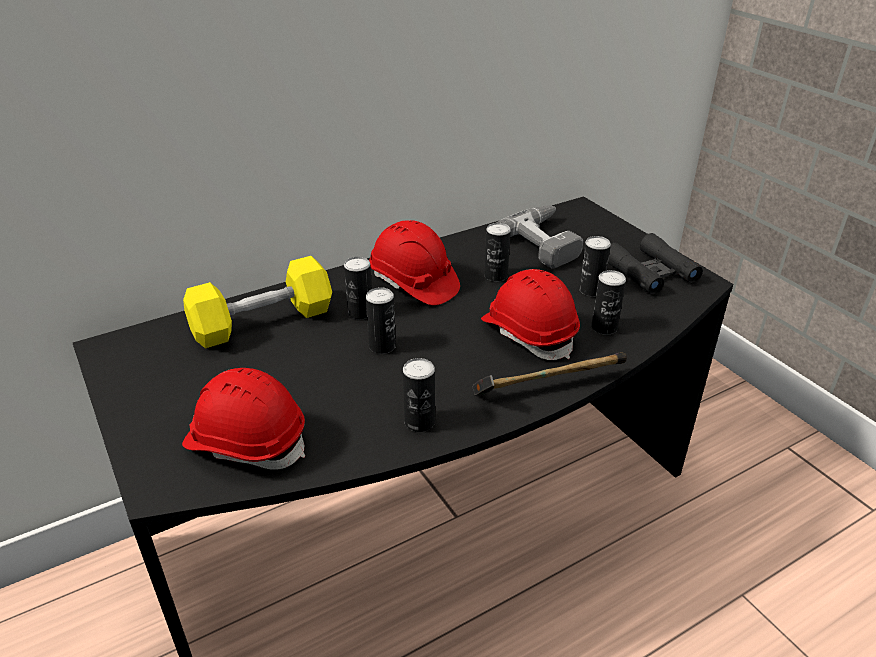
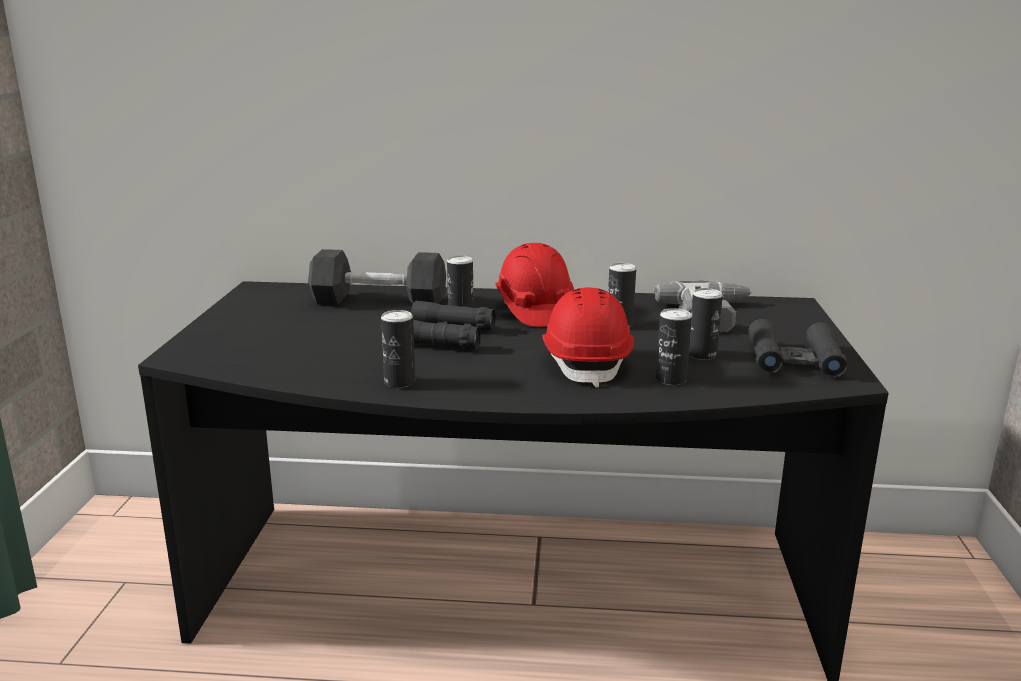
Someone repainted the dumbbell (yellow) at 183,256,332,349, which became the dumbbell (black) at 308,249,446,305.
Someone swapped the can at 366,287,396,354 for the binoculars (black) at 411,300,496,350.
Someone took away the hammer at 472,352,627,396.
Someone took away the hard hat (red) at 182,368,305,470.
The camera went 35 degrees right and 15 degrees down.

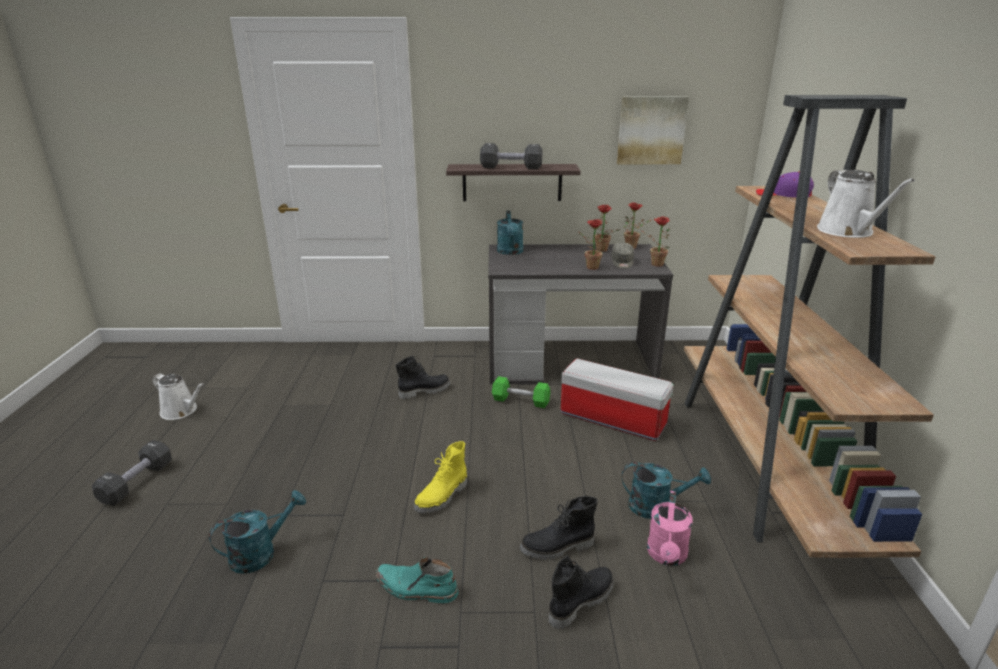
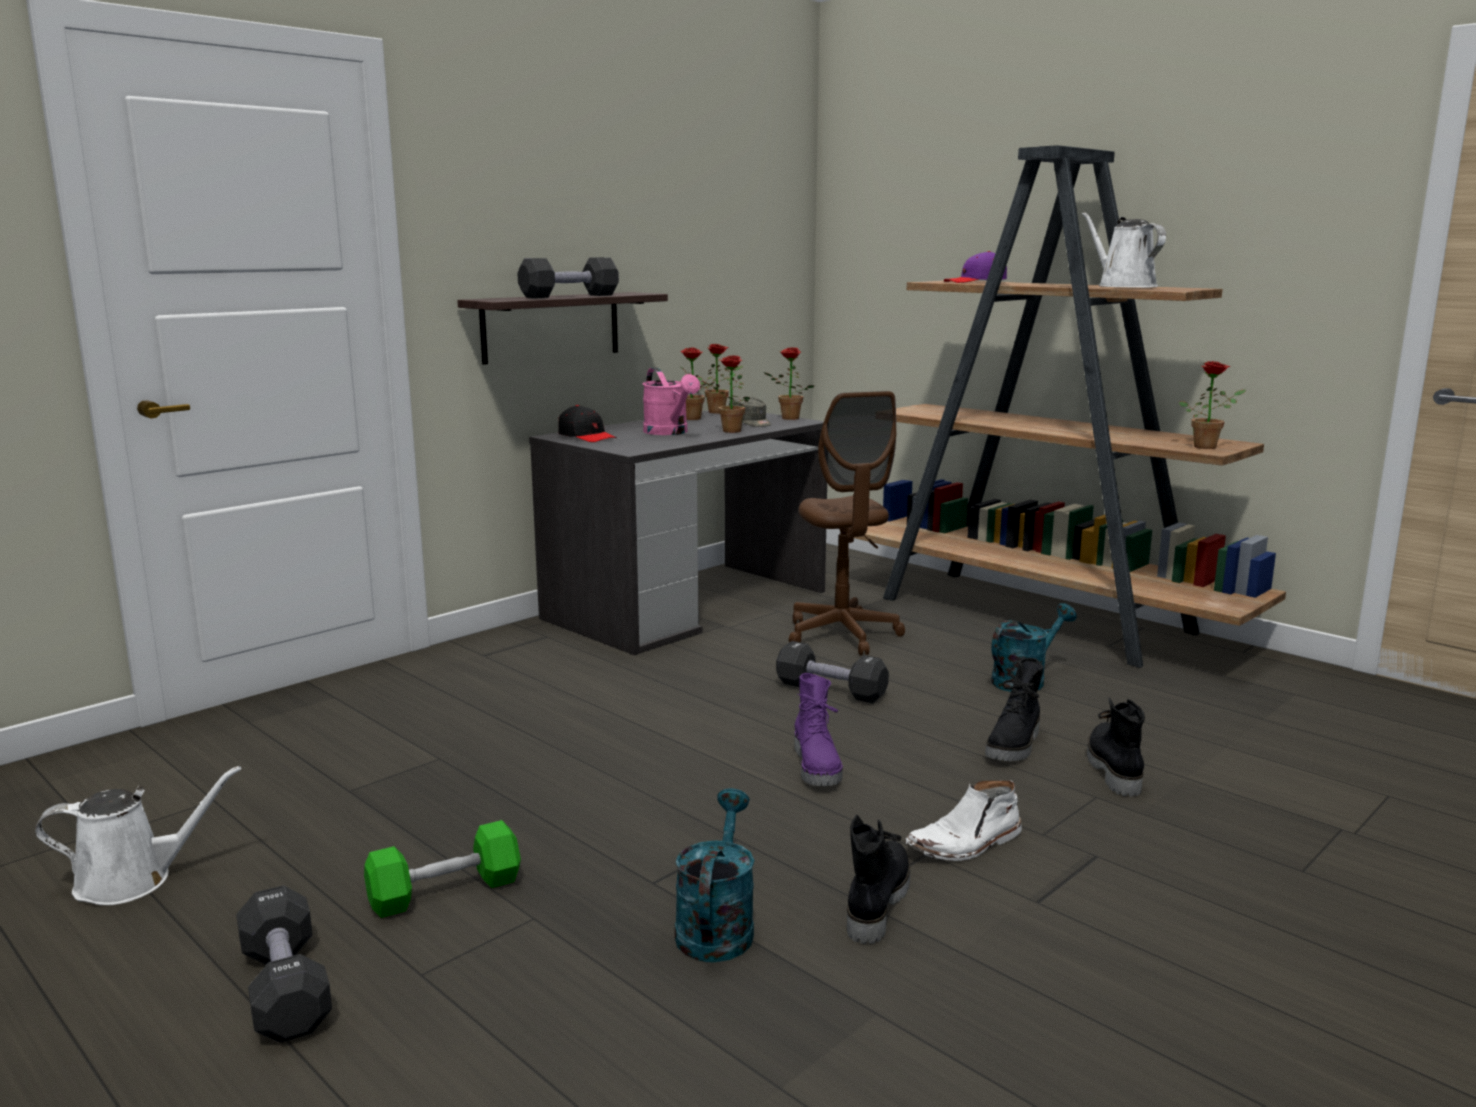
Someone took away the picture at 617,96,689,164.
Someone rotated the watering can (white) at 817,170,915,238 by 150 degrees counterclockwise.
Someone swapped the watering can (turquoise) at 497,211,524,255 for the cap (black) at 558,405,617,442.
Someone carried the boot (black) from 396,356,450,399 to 847,815,910,944.
Someone swapped the storage box at 560,358,674,441 for the office chair (brown) at 789,391,905,656.
Someone carried the dumbbell (green) from 492,376,550,408 to 364,820,521,918.
Someone repainted the boot (yellow) at 414,441,467,513, which became the boot (purple) at 794,673,843,786.
Someone carried the watering can (pink) from 647,491,693,566 to 643,368,700,435.
Someone repainted the boot (turquoise) at 375,557,459,603, which became the boot (white) at 905,780,1022,861.
Someone put down the potted plant at 1179,361,1246,449.
Someone put down the dumbbell (black) at 776,641,889,703.
The camera went 45 degrees left and 10 degrees down.

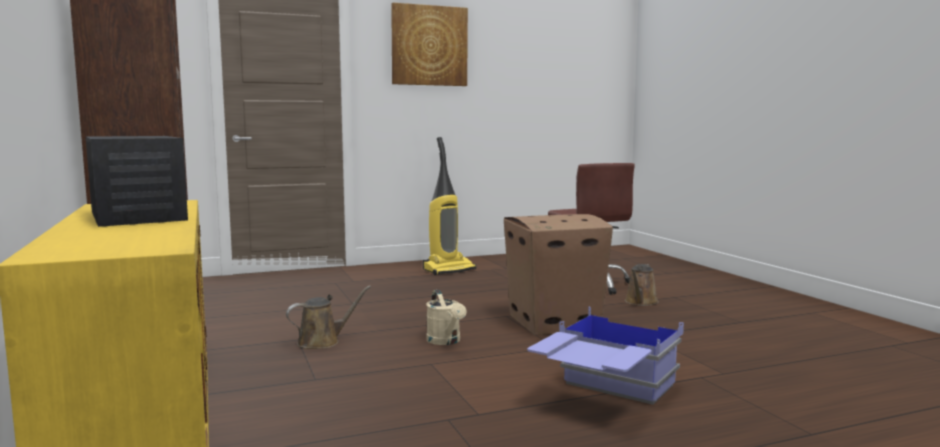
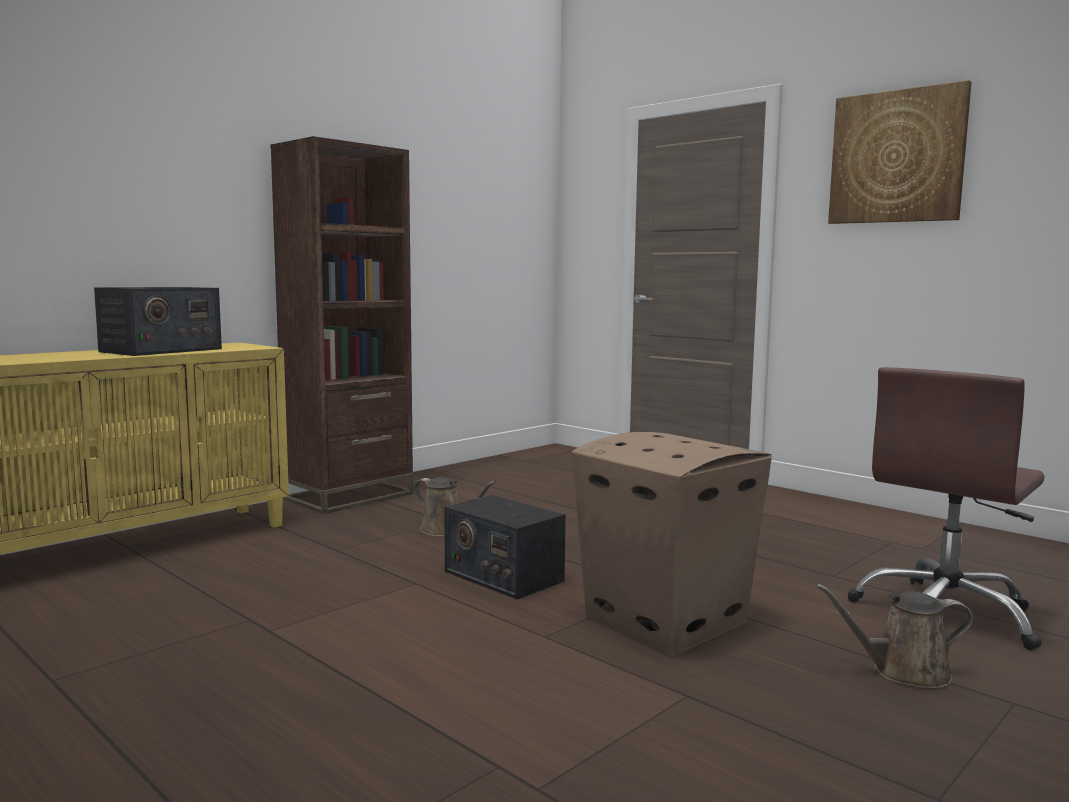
Someone took away the vacuum cleaner at 423,137,476,275.
Someone swapped the watering can (beige) at 426,290,466,345 for the radio at 444,495,566,599.
Someone took away the storage box (blue) at 527,307,684,405.
The camera went 65 degrees right and 0 degrees up.

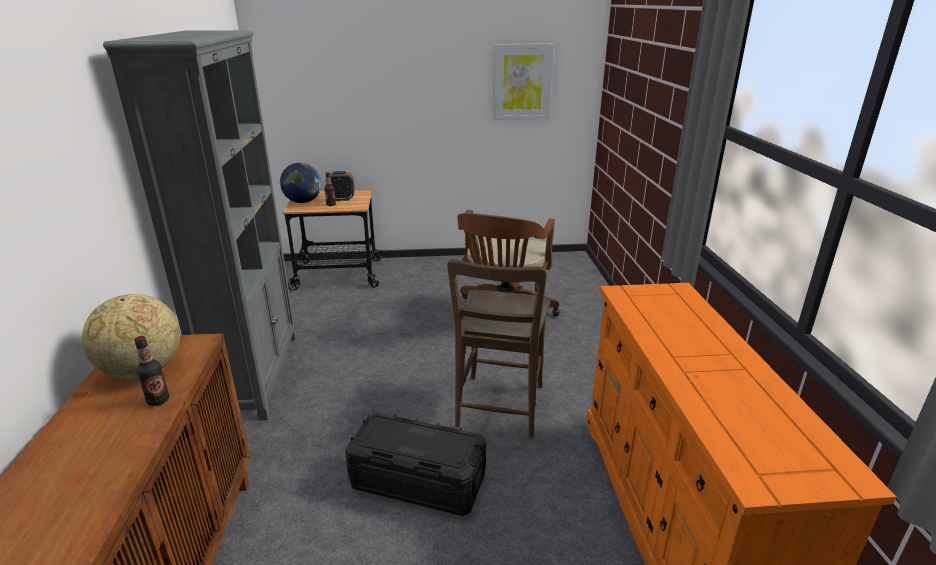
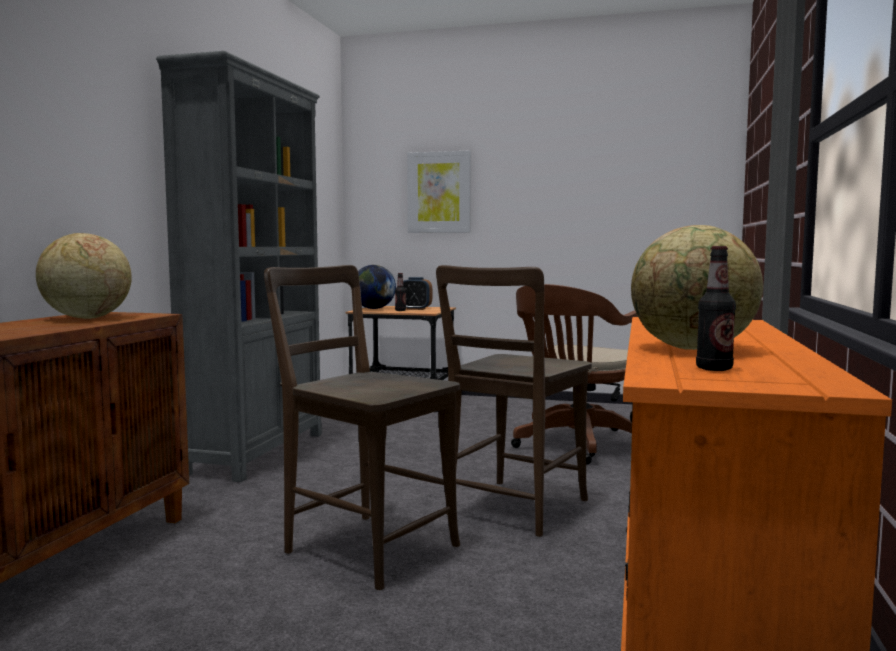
Someone carried the picture from 493,44,554,120 to 407,151,471,233.
Someone carried the bottle from 134,336,169,406 to 696,246,736,371.
Someone swapped the storage box (black) at 345,413,486,516 for the chair (brown) at 264,265,460,590.
Someone put down the globe at 631,225,763,350.
The camera went 20 degrees right and 20 degrees down.

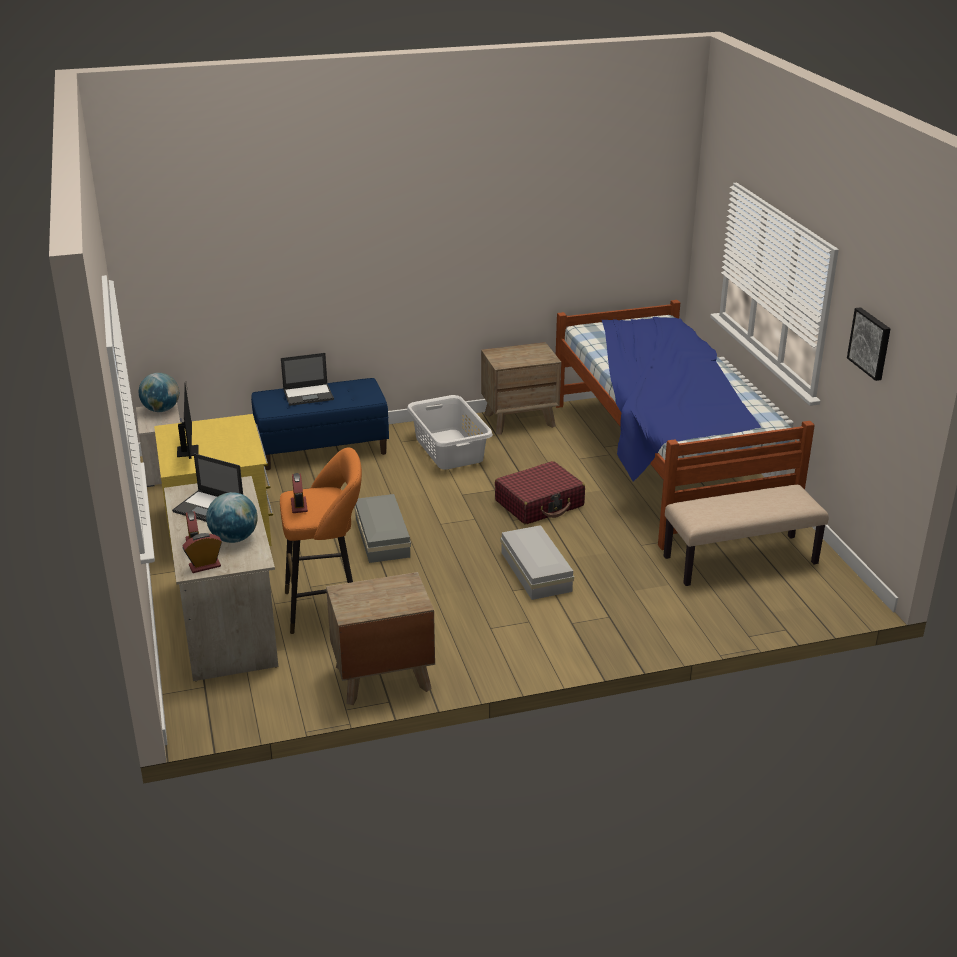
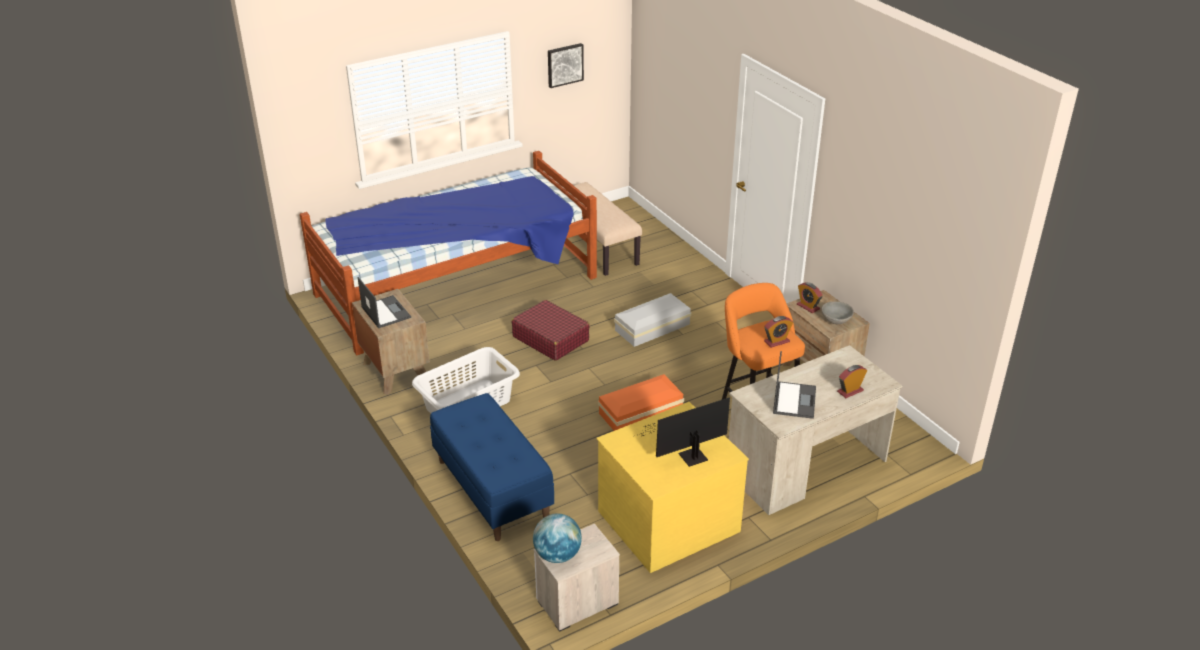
Someone carried the laptop from 281,353,334,406 to 358,277,411,328.
Someone took away the globe at 206,492,258,543.
Someone repainted the storage box (grey) at 354,494,411,563, which became the storage box (orange) at 598,374,684,431.
Someone carried the alarm clock from 183,533,222,573 to 797,282,823,313.
Someone put down the bowl (grey) at 822,301,854,324.
The camera went 105 degrees left and 5 degrees up.

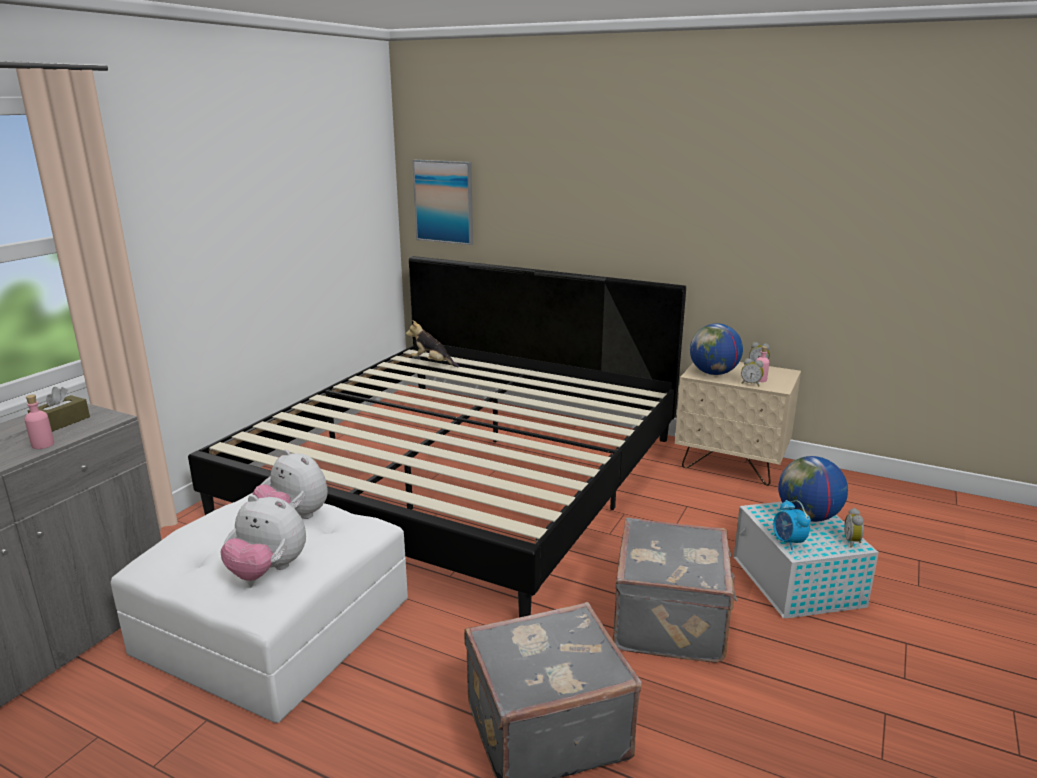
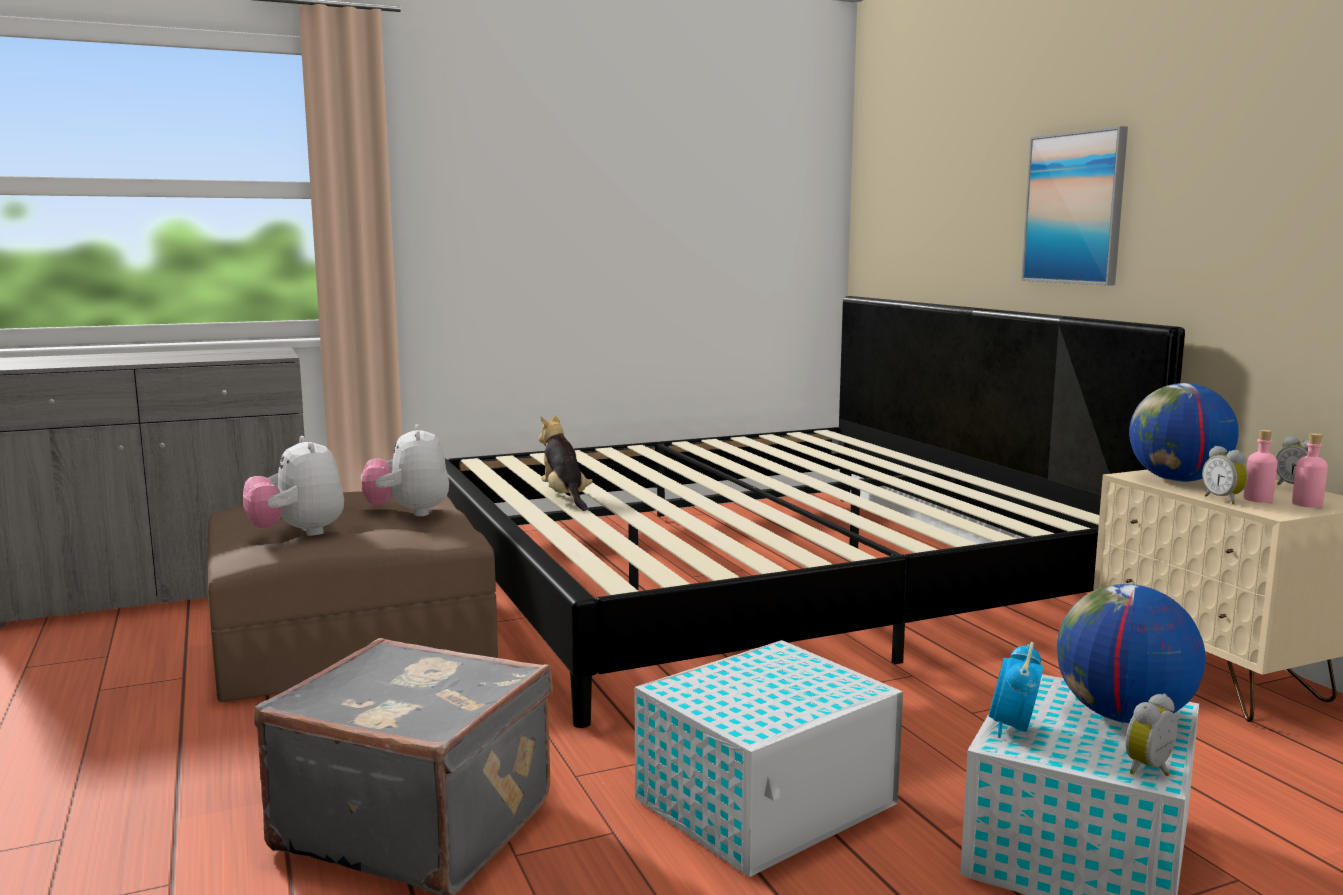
Someone carried the picture from 412,160,473,245 to 1021,126,1128,286.
Someone carried the plush toy from 406,320,459,367 to 538,415,593,511.
Someone took away the tissue box (brown) at 28,387,90,432.
Someone carried the bottle (pink) from 25,395,54,449 to 1292,433,1328,508.
Someone repainted the ottoman (white) at 110,493,408,723, which became the ottoman (brown) at 208,491,498,702.
Someone swapped the suitcase (grey) at 613,518,737,663 for the storage box (white) at 635,640,903,877.
The camera went 40 degrees right and 10 degrees down.

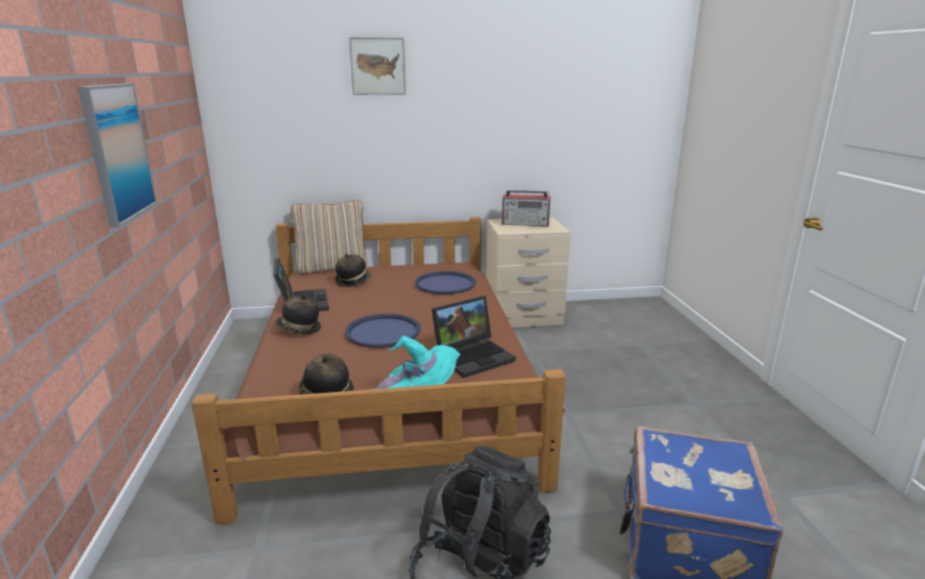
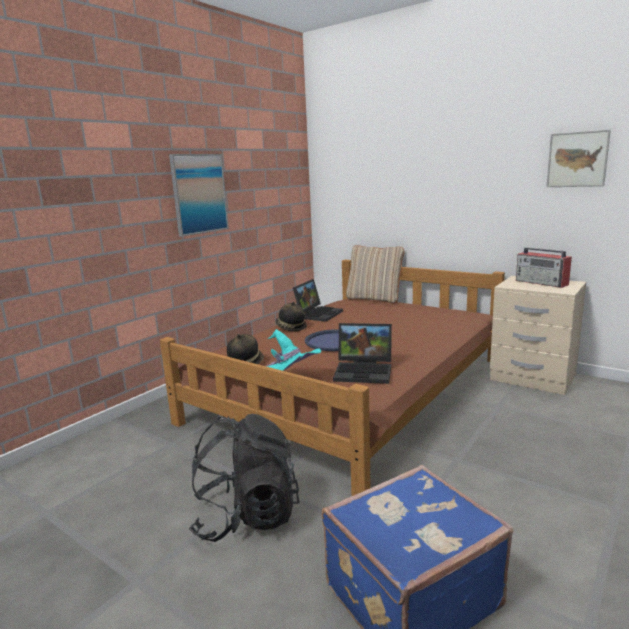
Someone carried the picture from 349,37,406,95 to 546,130,611,187.
Someone took away the hat at 335,254,371,287.
Someone took away the tray (blue) at 415,271,476,294.
The camera went 45 degrees right and 5 degrees down.

